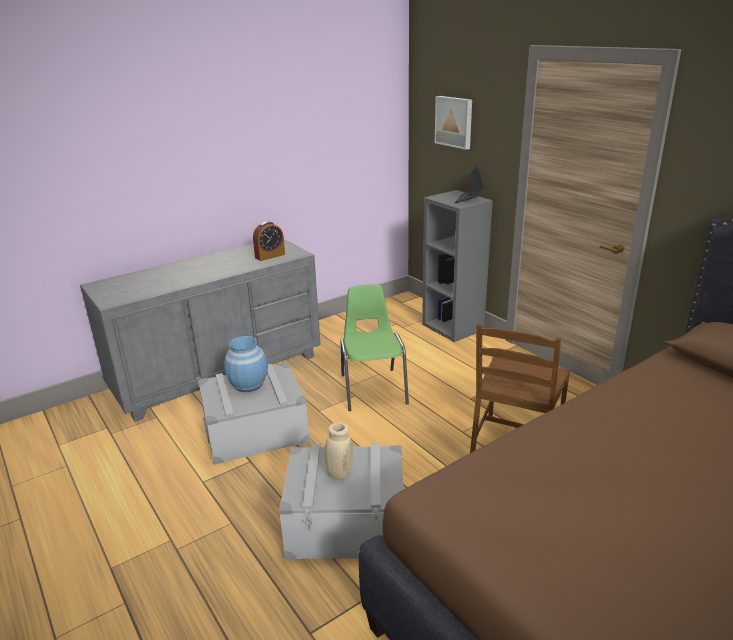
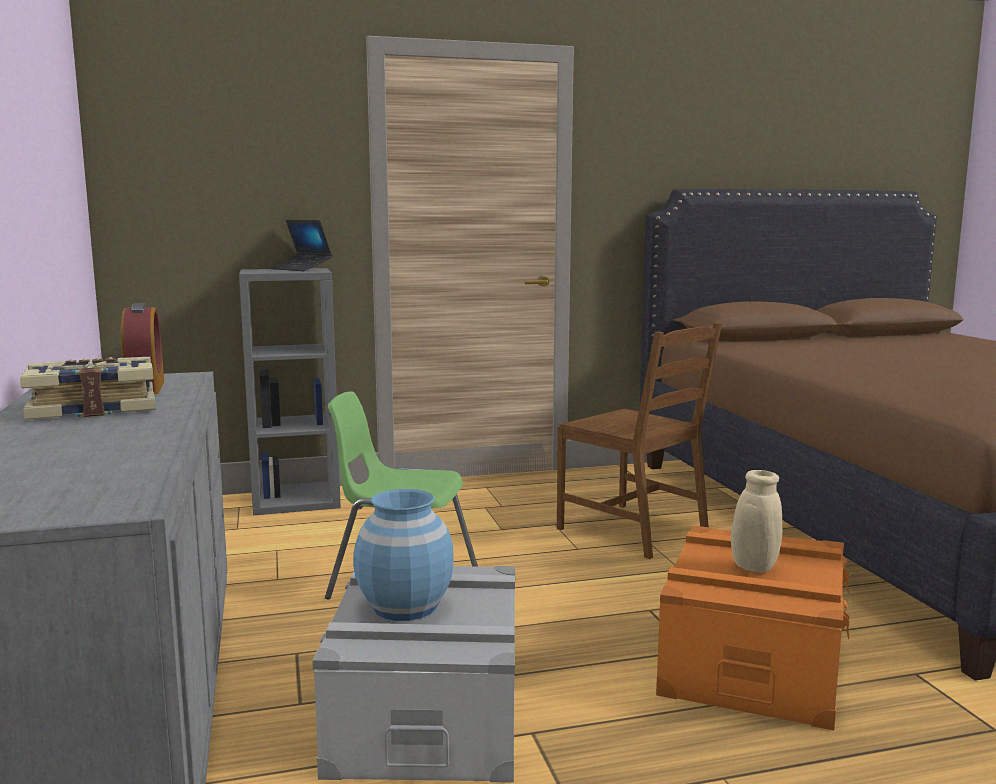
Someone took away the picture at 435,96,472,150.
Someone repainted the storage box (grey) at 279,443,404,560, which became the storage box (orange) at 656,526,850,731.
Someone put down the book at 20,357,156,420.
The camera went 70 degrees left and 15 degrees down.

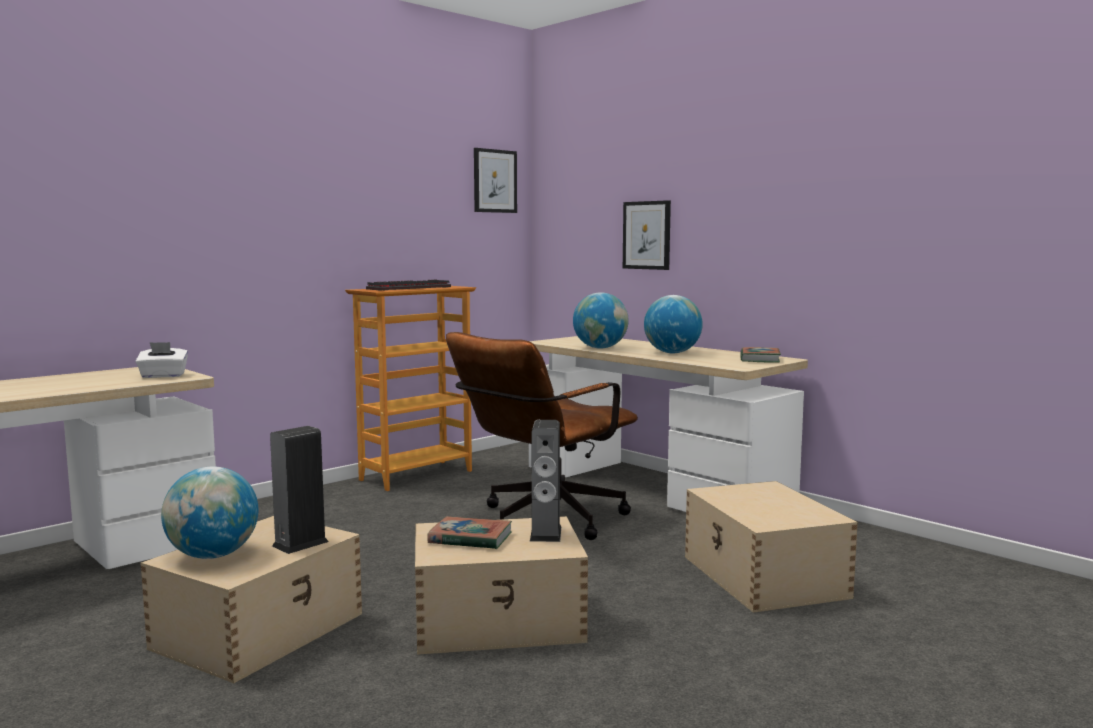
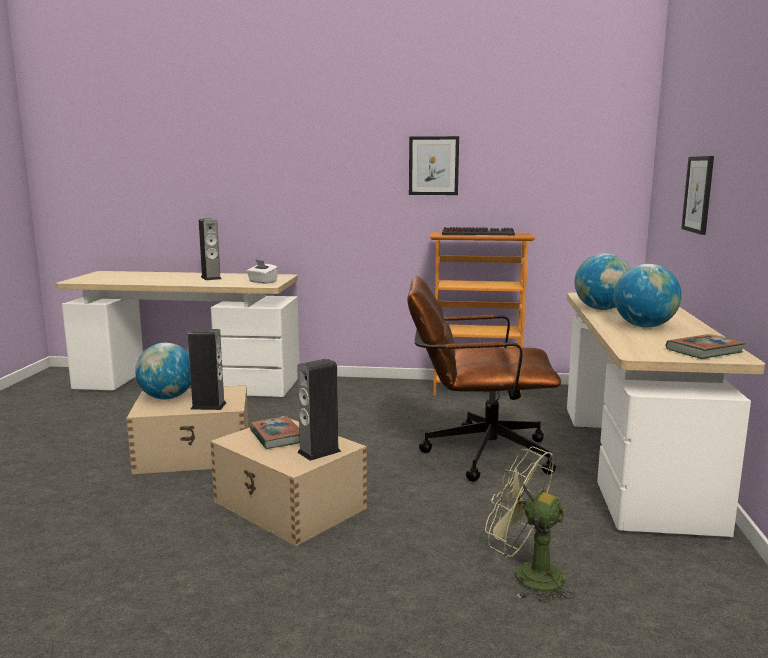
Someone carried the picture from 474,148,517,213 to 409,136,459,195.
Someone swapped the storage box (beige) at 685,481,858,613 for the fan (green) at 485,447,575,603.
Someone put down the speaker at 199,218,221,280.
The camera went 50 degrees right and 5 degrees up.

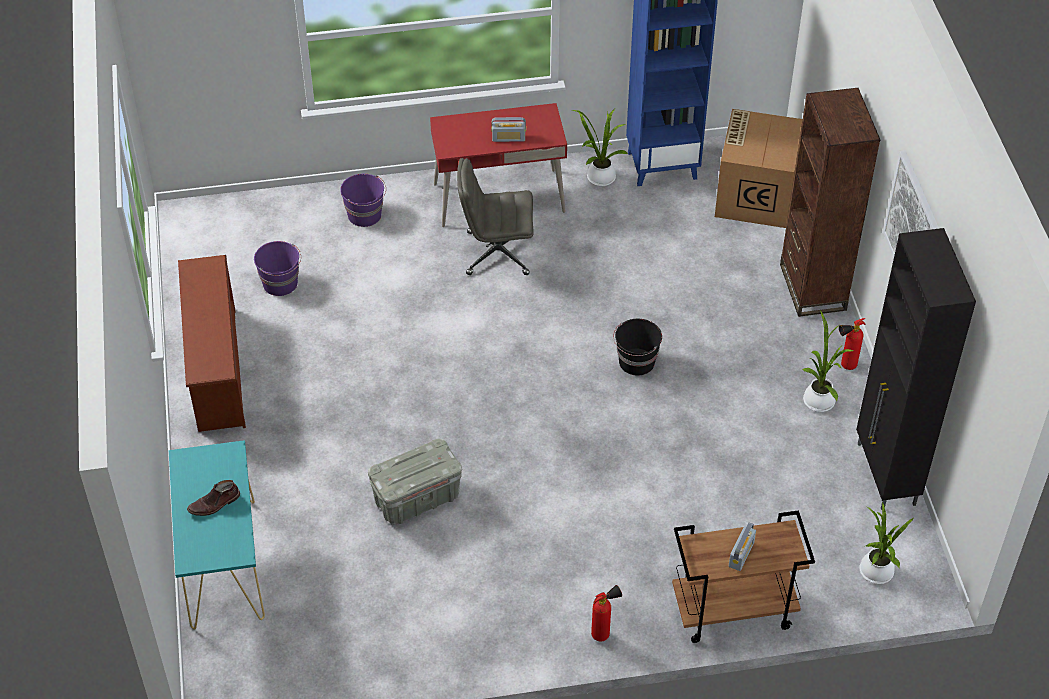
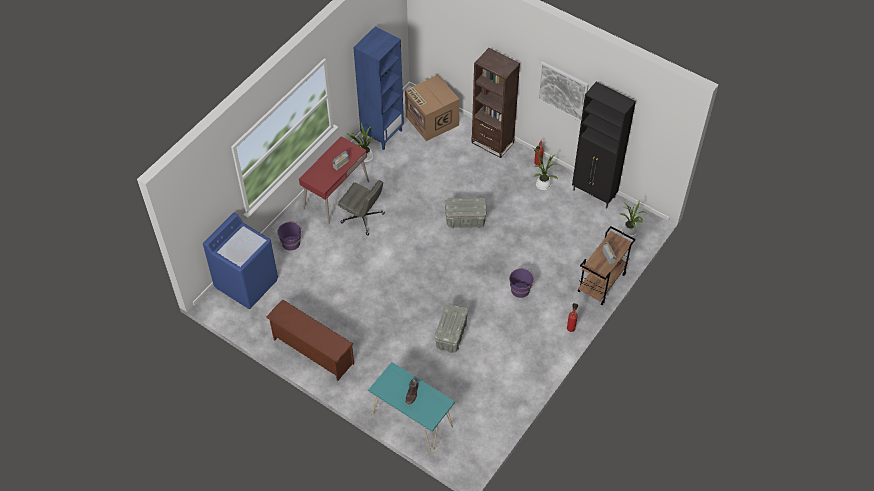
Someone rotated the office chair (grey) at 457,158,534,275 by 105 degrees counterclockwise.
Someone carried the bucket (purple) from 254,241,301,296 to 509,268,535,298.
Someone swapped the bucket (black) at 613,319,662,376 for the storage box (grey) at 445,198,487,228.
Someone put down the washing machine (blue) at 203,213,278,309.
The camera went 45 degrees left and 5 degrees up.

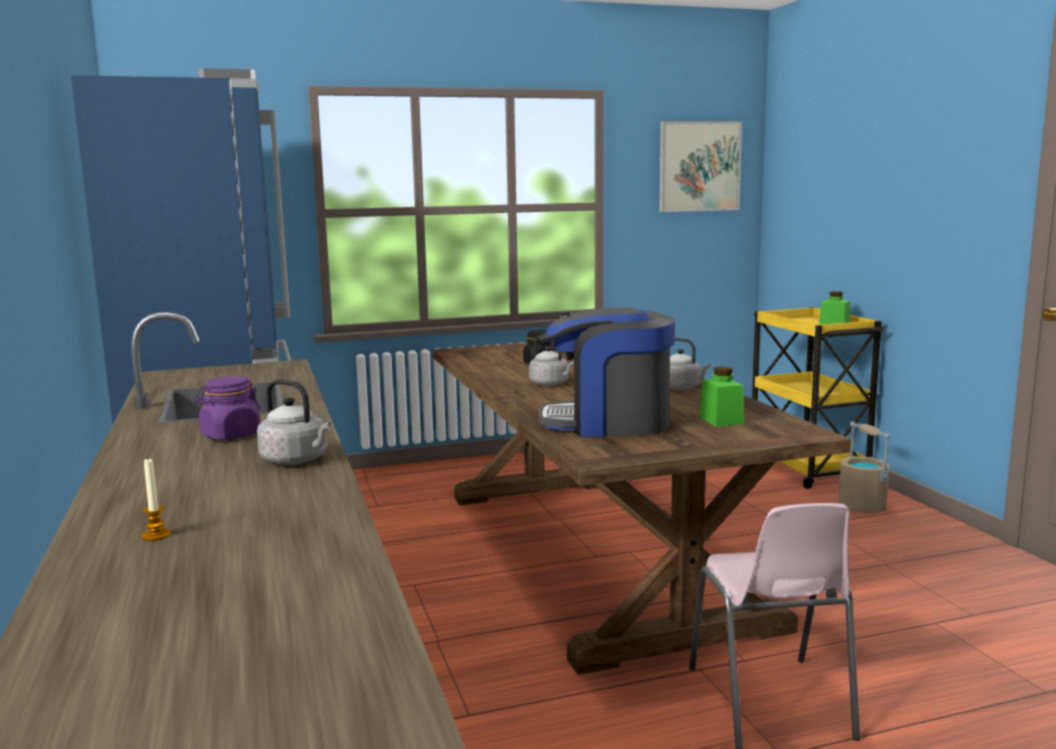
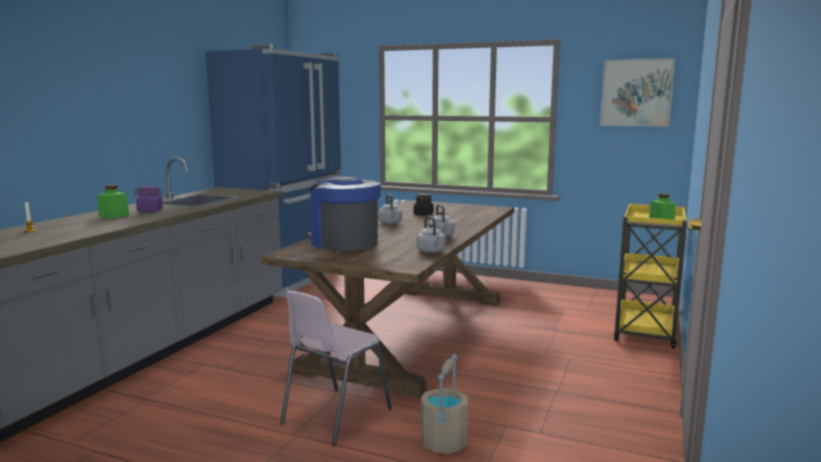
Someone carried the jar (green) from 700,367,744,427 to 98,185,129,219.
Someone carried the kettle (grey) from 257,379,331,465 to 417,215,446,253.
Someone carried the bucket (beige) from 839,421,890,513 to 421,354,468,454.
The camera went 40 degrees right and 0 degrees up.

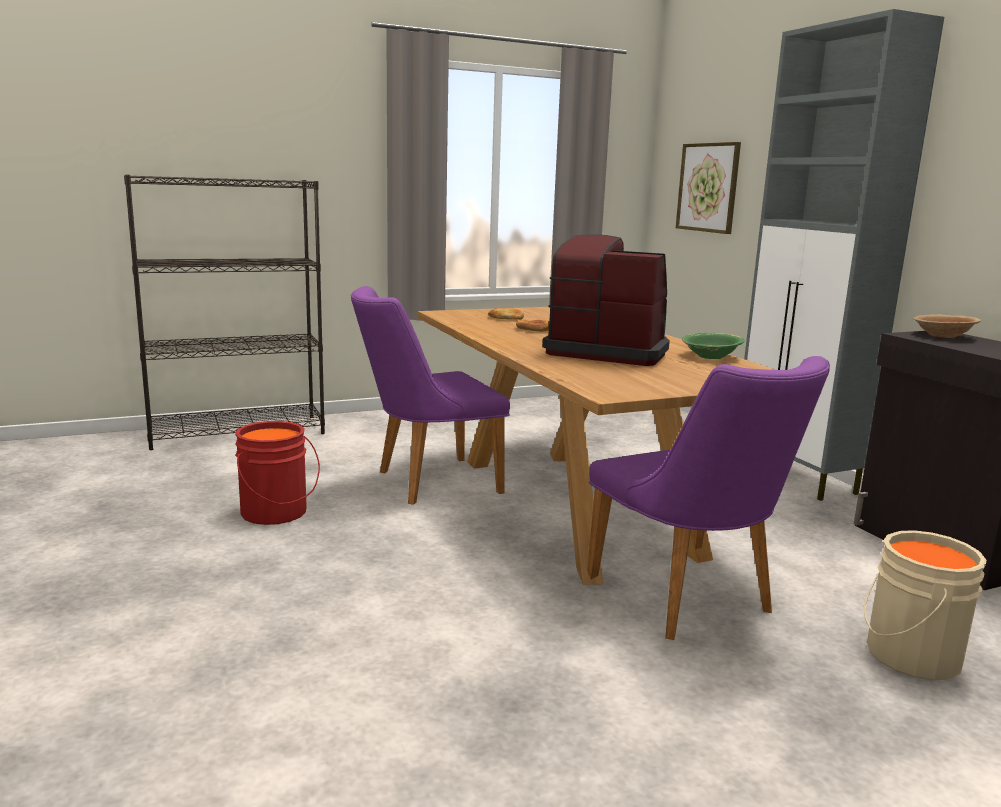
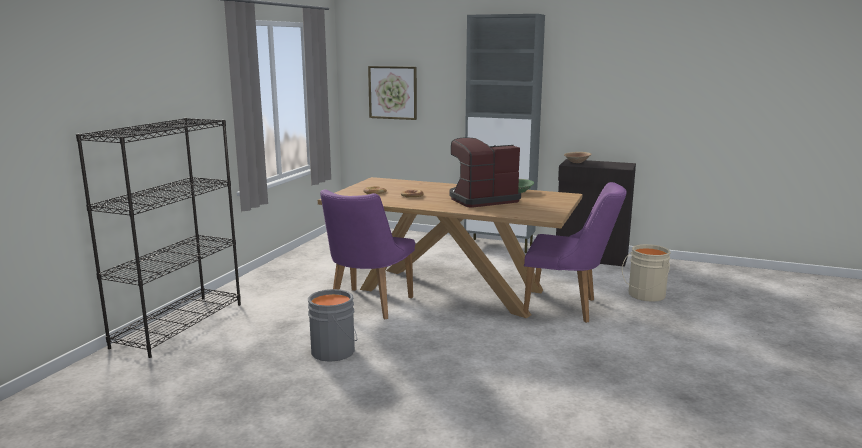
Someone repainted the bucket (red) at 235,421,320,525, which became the bucket (grey) at 308,289,357,362.
The camera went 45 degrees left and 0 degrees up.

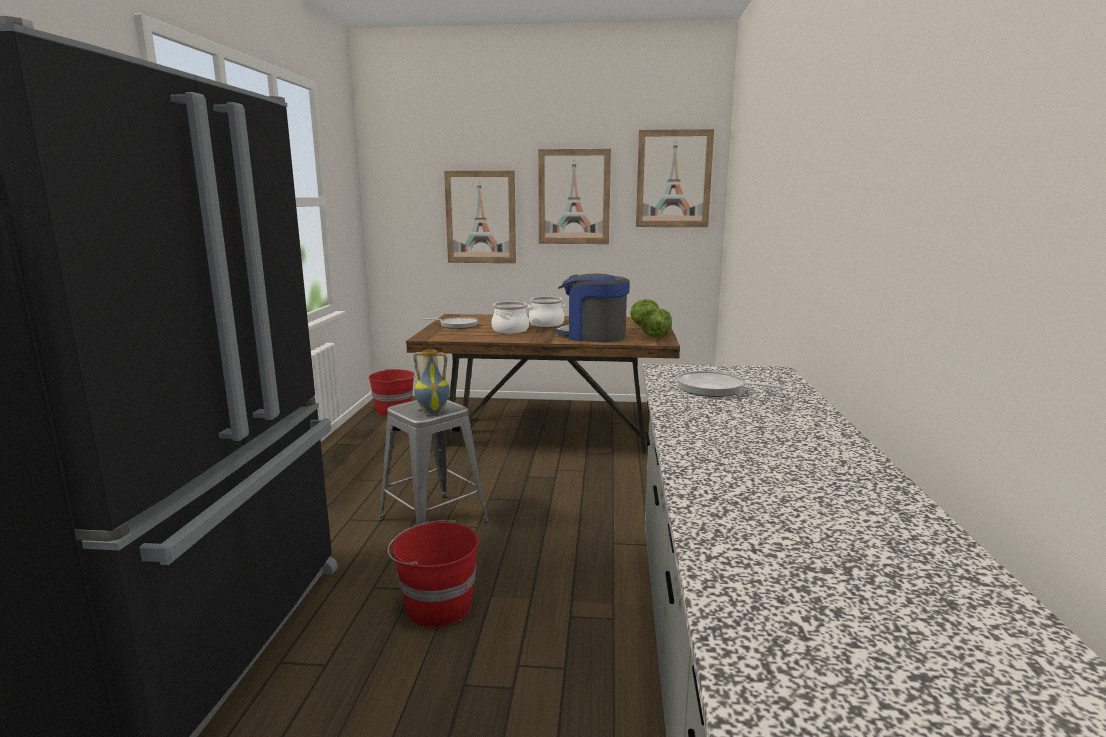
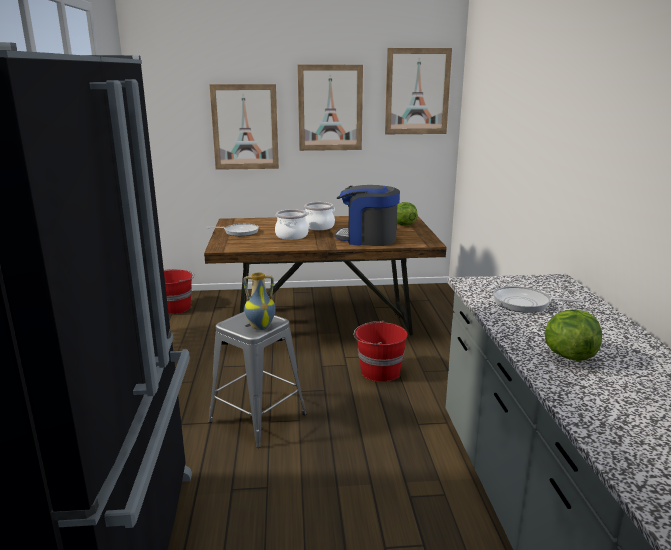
Someone carried the lettuce from 640,308,672,338 to 545,310,602,361.
Someone carried the bucket (red) from 387,520,479,627 to 354,321,408,382.
The camera went 10 degrees left and 5 degrees up.

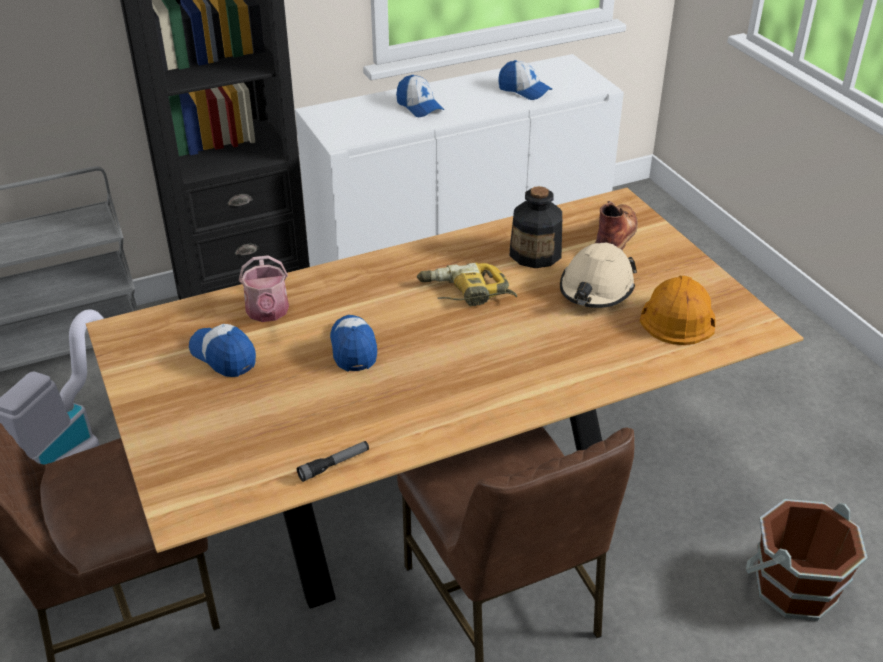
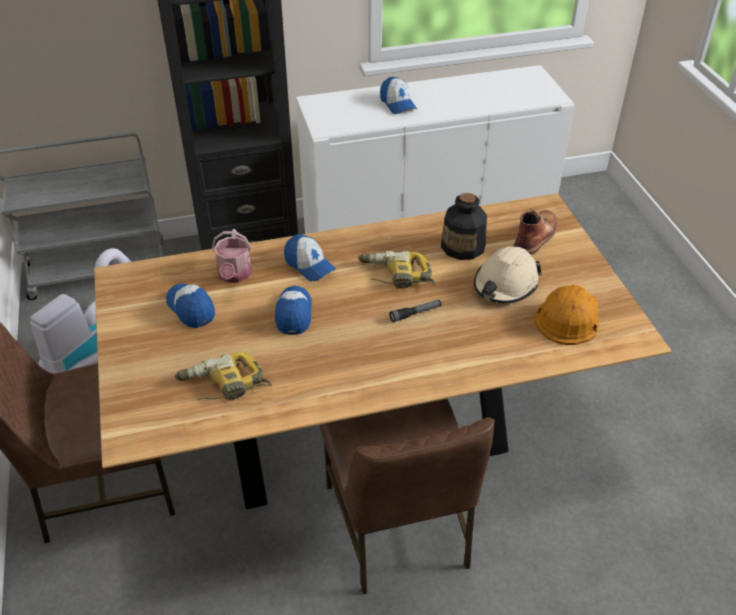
Someone carried the cap from 498,60,553,100 to 284,234,336,281.
Someone carried the flashlight from 297,441,369,482 to 389,300,442,322.
Someone took away the bucket (brown) at 746,499,867,621.
Someone put down the power drill at 175,352,272,401.
The camera went 10 degrees right and 5 degrees up.

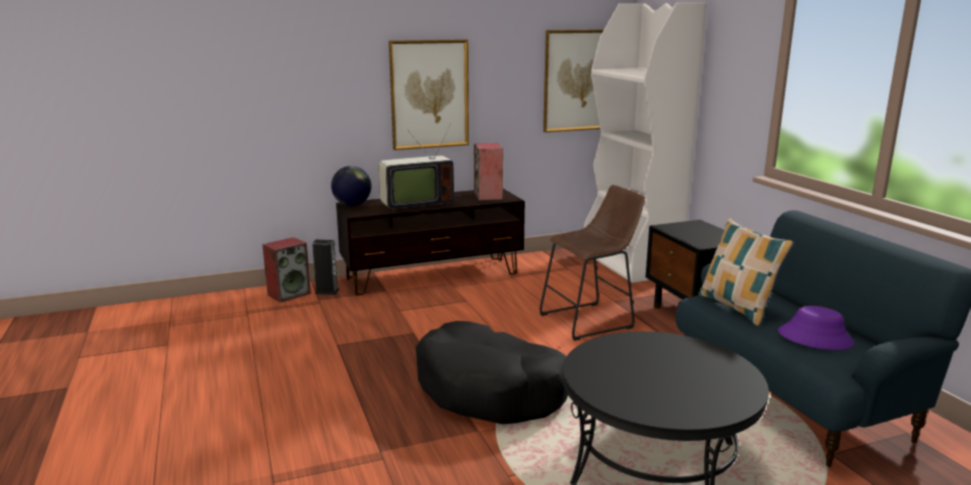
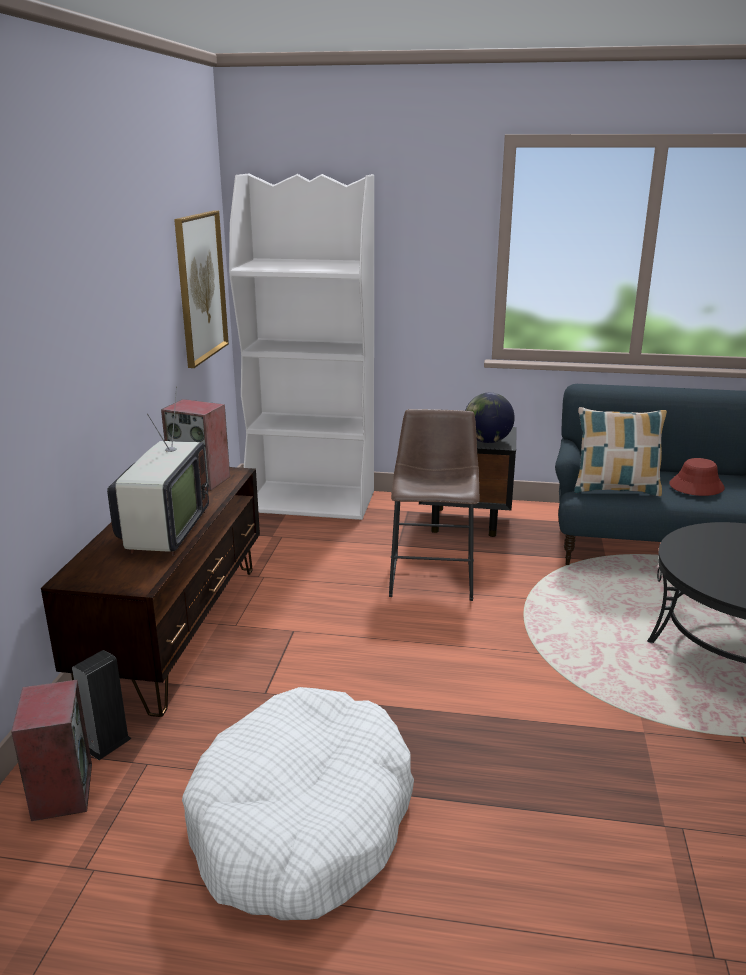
Someone took away the picture at 389,39,469,150.
Someone carried the globe from 331,166,372,206 to 465,393,515,443.
Someone repainted the hat (purple) at 778,306,855,350, which became the hat (red) at 669,458,725,496.
Someone took away the dog bed (black) at 416,321,568,424.
Someone put down the dog bed (white) at 182,687,414,920.
The camera went 60 degrees left and 5 degrees up.

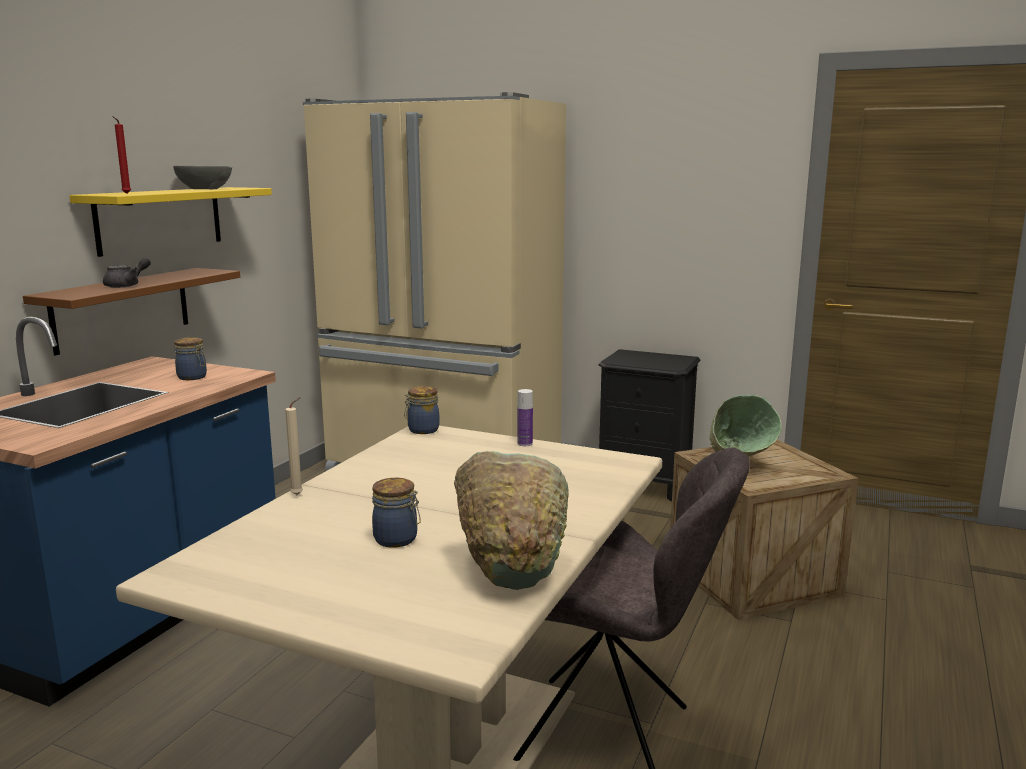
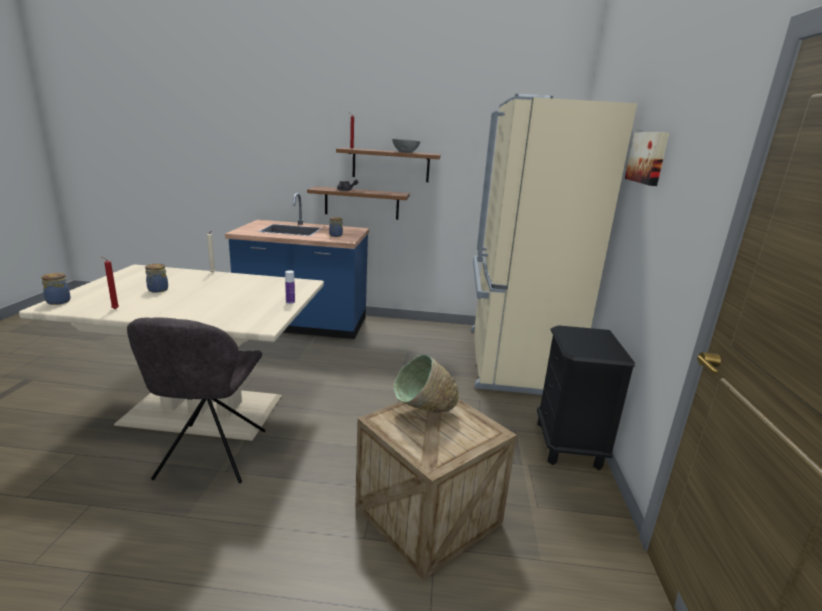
Someone repainted the shelf (yellow) at 69,187,272,257, which became the shelf (brown) at 336,148,441,182.
Someone carried the jar from 404,386,440,434 to 41,273,71,305.
Someone swapped the bowl (green) at 454,451,569,590 for the candle (red) at 100,256,119,309.
Someone put up the picture at 625,132,669,186.
The camera went 70 degrees right and 5 degrees up.

